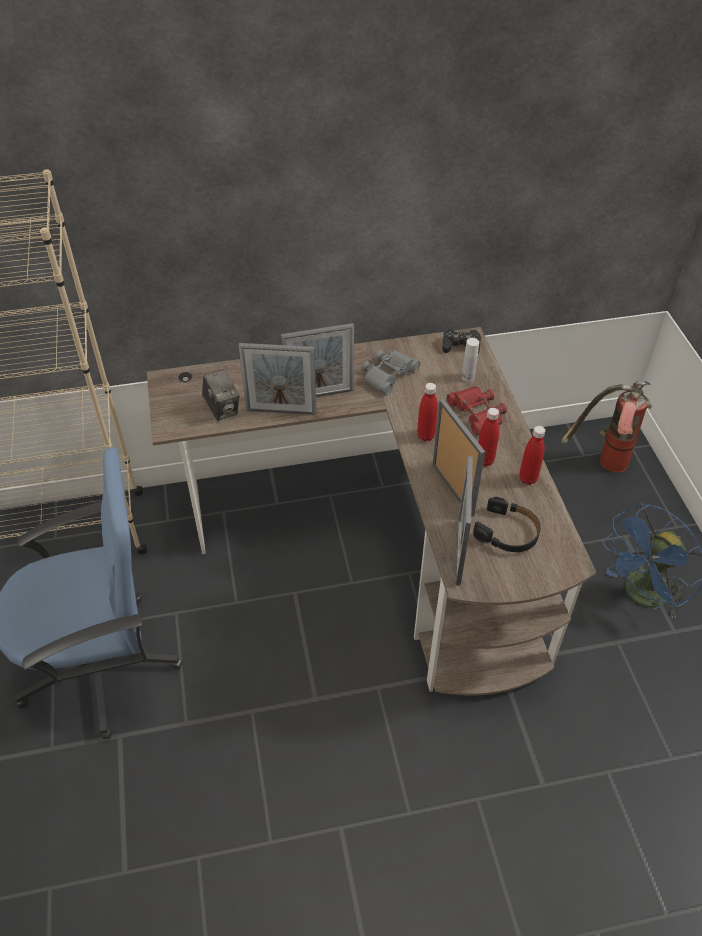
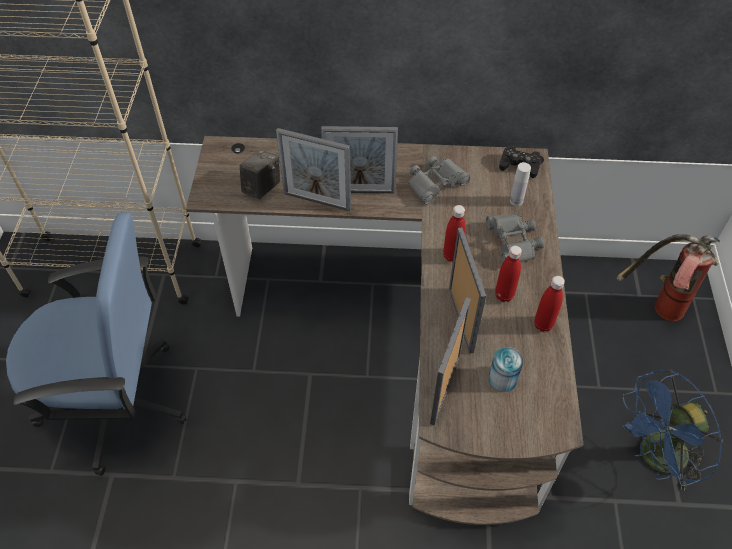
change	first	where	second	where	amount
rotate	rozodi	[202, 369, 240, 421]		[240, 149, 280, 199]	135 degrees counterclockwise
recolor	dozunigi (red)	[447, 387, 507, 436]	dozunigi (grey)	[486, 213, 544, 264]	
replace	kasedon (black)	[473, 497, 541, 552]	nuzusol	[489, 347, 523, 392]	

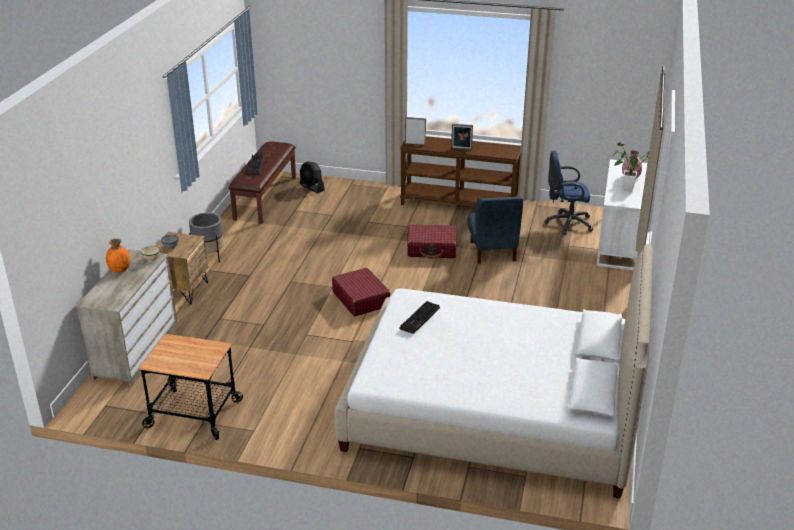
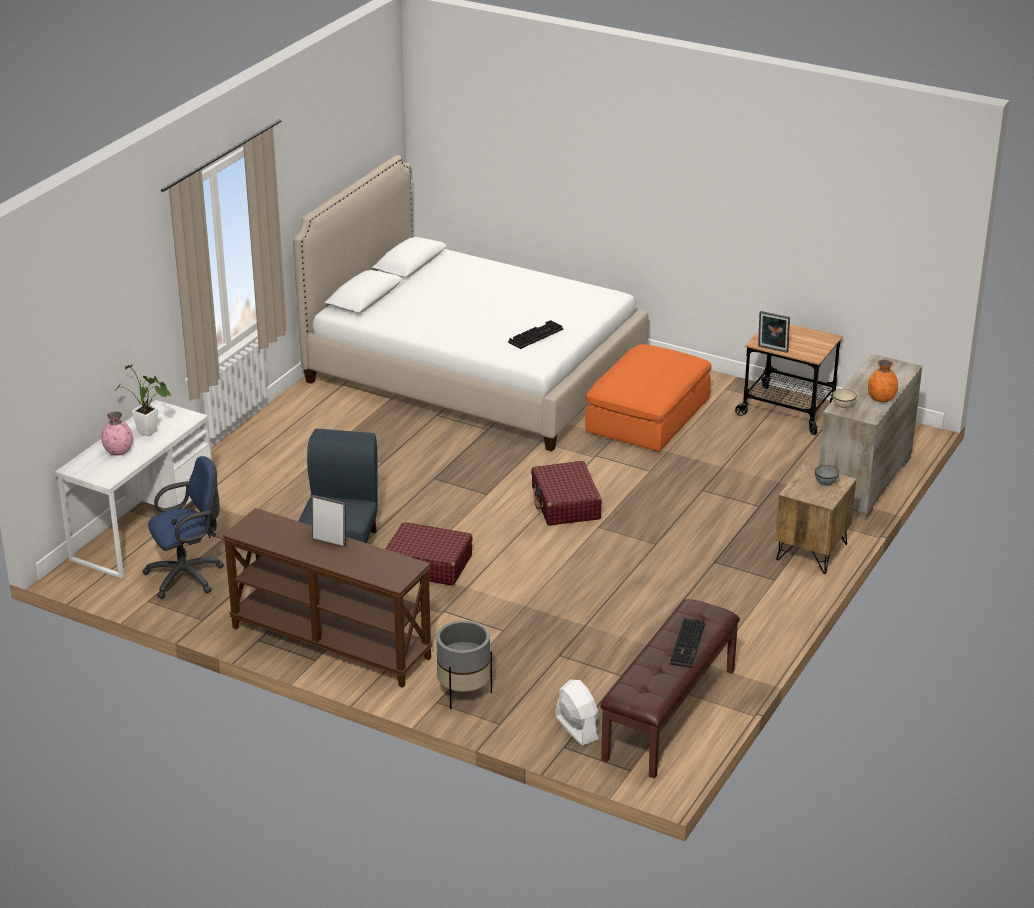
change	first	where	second	where	amount
move	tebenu	[405, 117, 426, 145]		[758, 311, 790, 353]	
rotate	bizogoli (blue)	[544, 150, 593, 235]		[142, 456, 224, 599]	45 degrees counterclockwise
recolor	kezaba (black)	[300, 161, 325, 193]	kezaba (white)	[555, 680, 598, 745]	
move	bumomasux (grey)	[189, 213, 224, 263]		[436, 620, 492, 709]	
insert			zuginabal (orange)	[585, 344, 711, 452]	

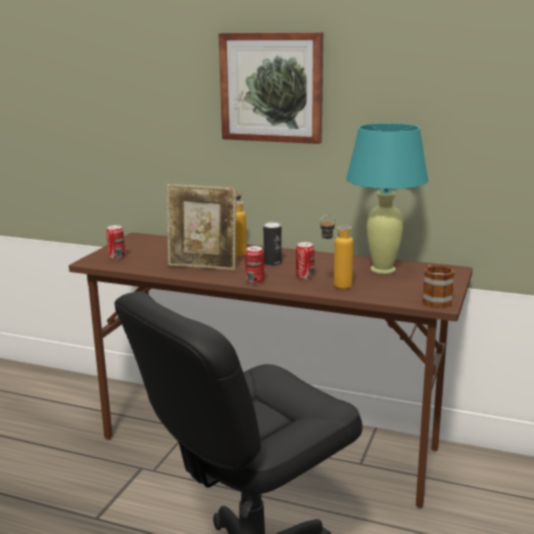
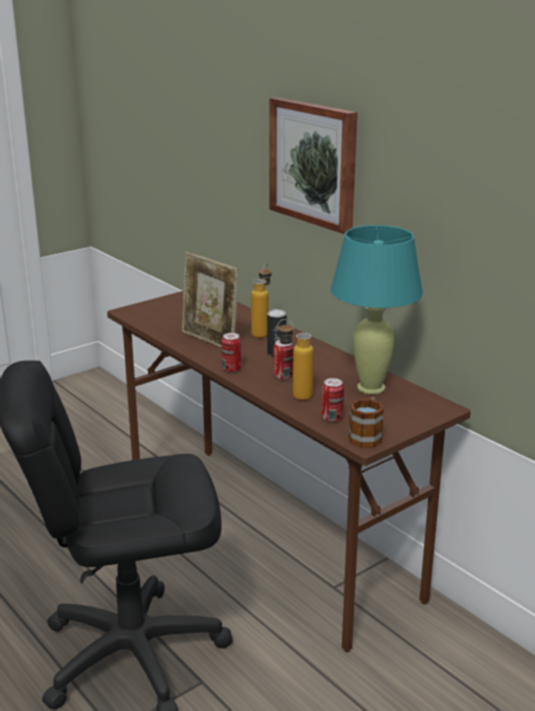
change	first	where	second	where	amount
move	nuzusol	[106, 225, 125, 260]		[322, 378, 344, 422]	

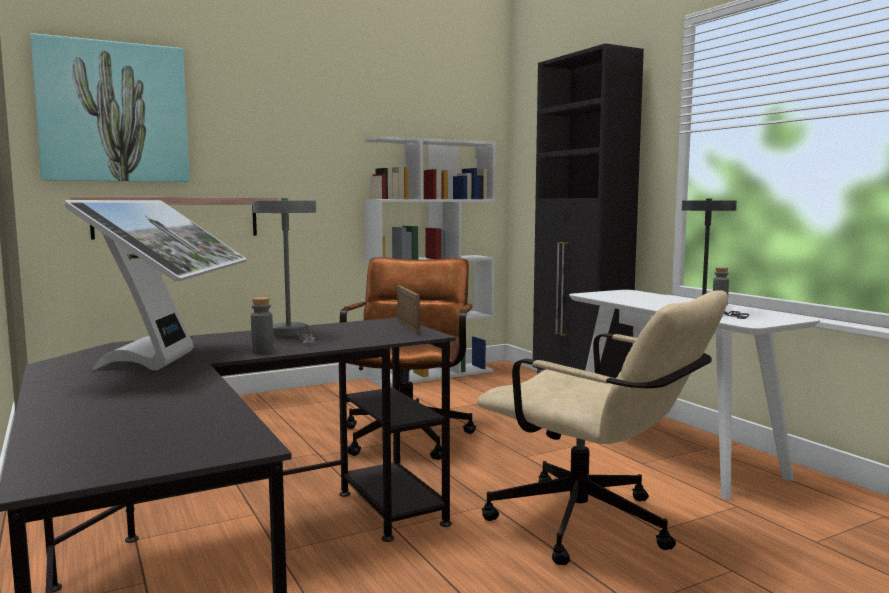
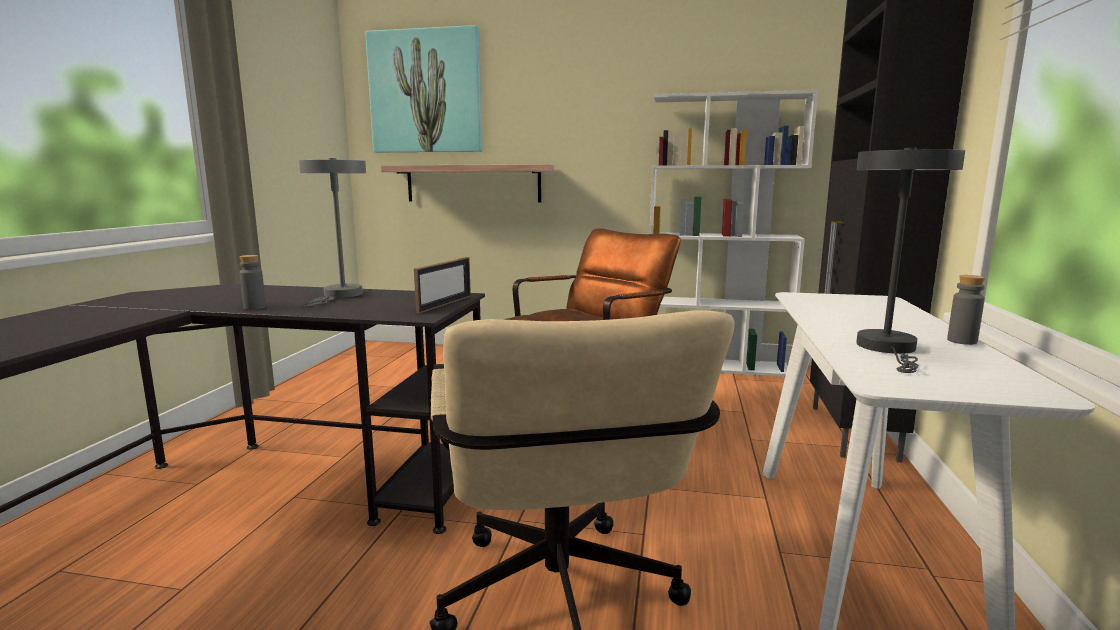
change	first	where	second	where	amount
delete	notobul	[63, 200, 247, 371]			

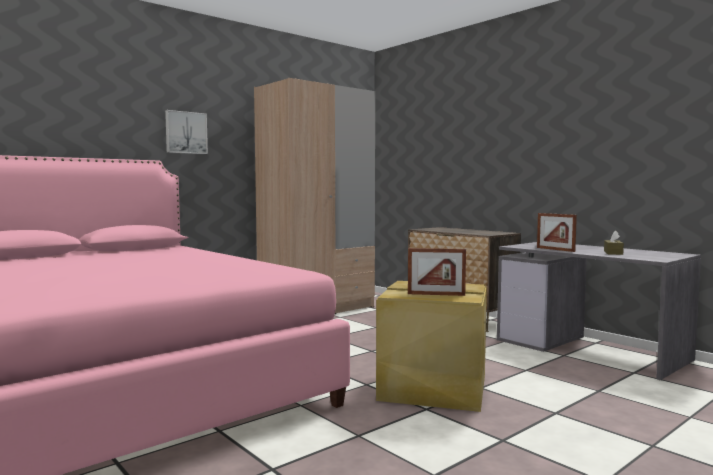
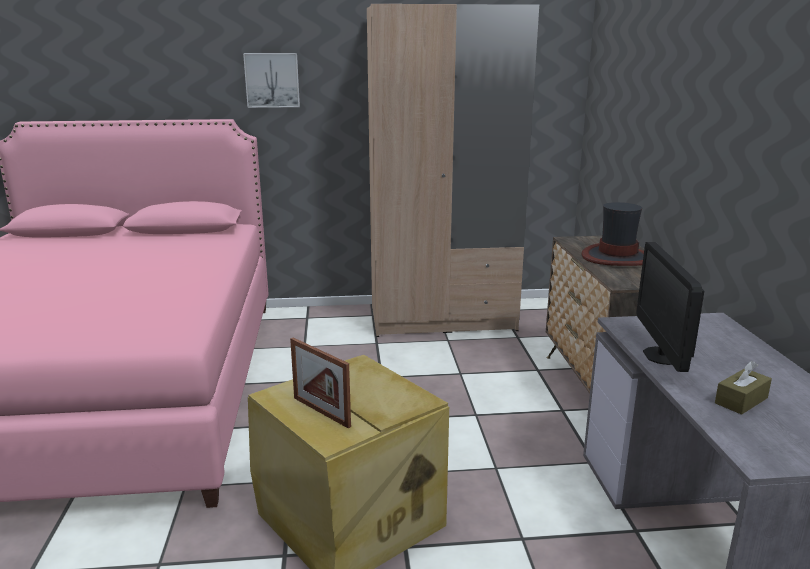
change	first	where	second	where	amount
replace	tebenu	[537, 213, 577, 252]	notobul	[636, 242, 704, 372]	
insert			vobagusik	[581, 202, 644, 266]	

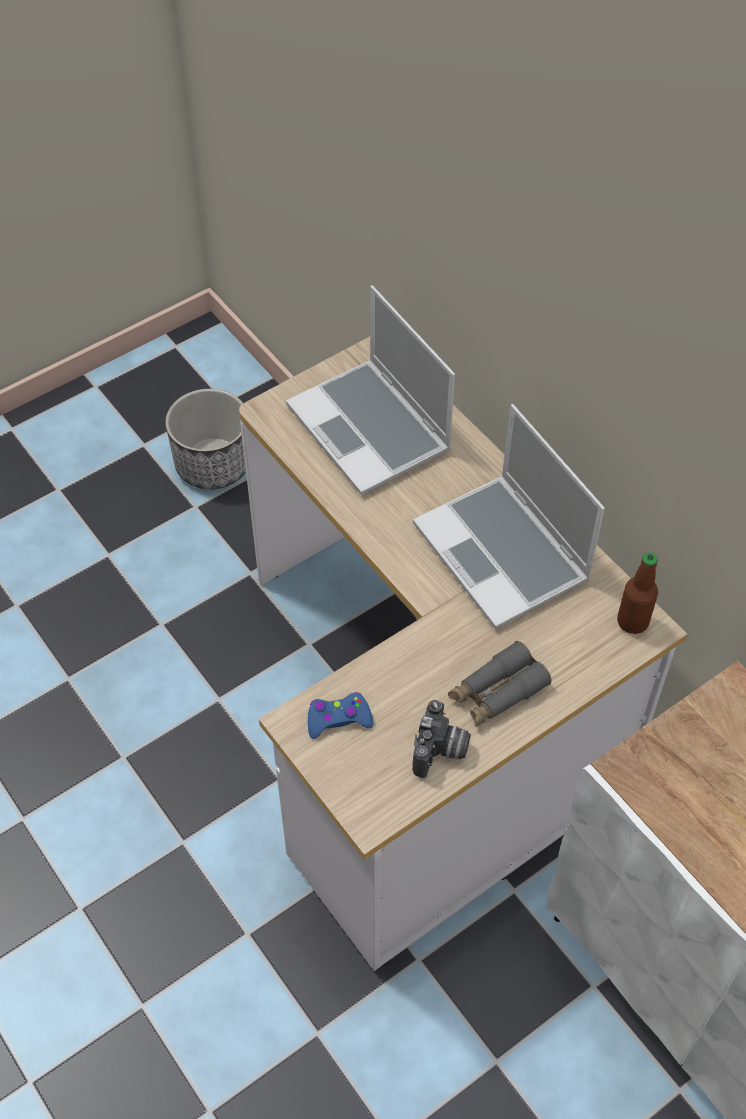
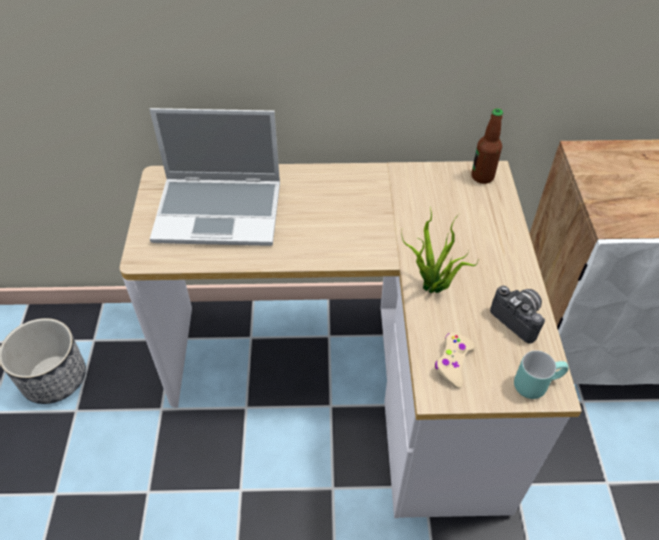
change	first	where	second	where	amount
delete	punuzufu	[413, 404, 605, 629]			
delete	dozunigi (grey)	[448, 641, 551, 727]			
recolor	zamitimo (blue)	[308, 692, 374, 739]	zamitimo (beige)	[435, 333, 476, 388]	
insert			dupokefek	[402, 207, 478, 293]	
insert			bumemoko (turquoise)	[514, 350, 569, 399]	

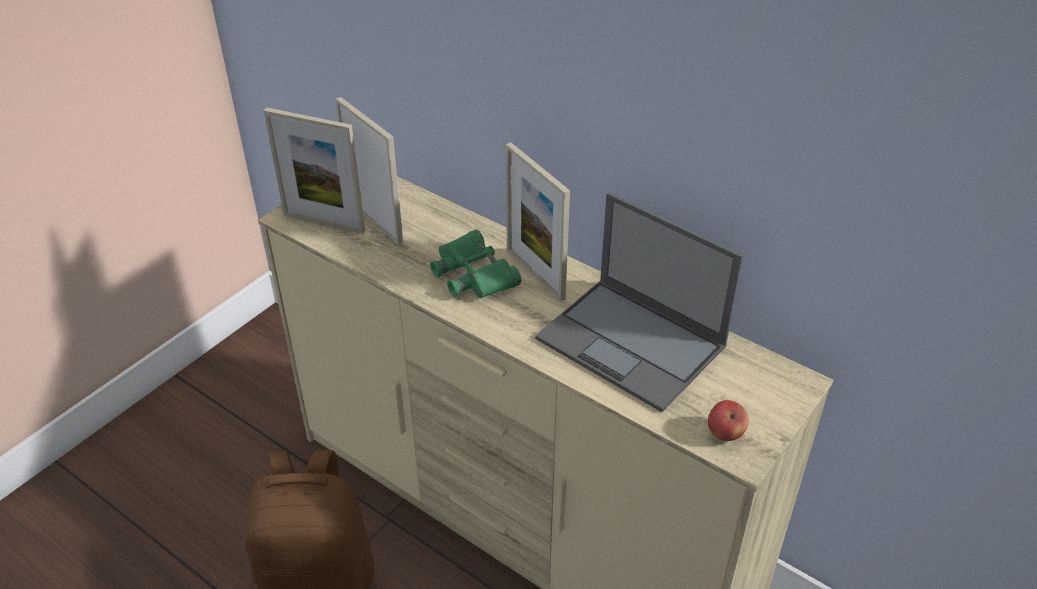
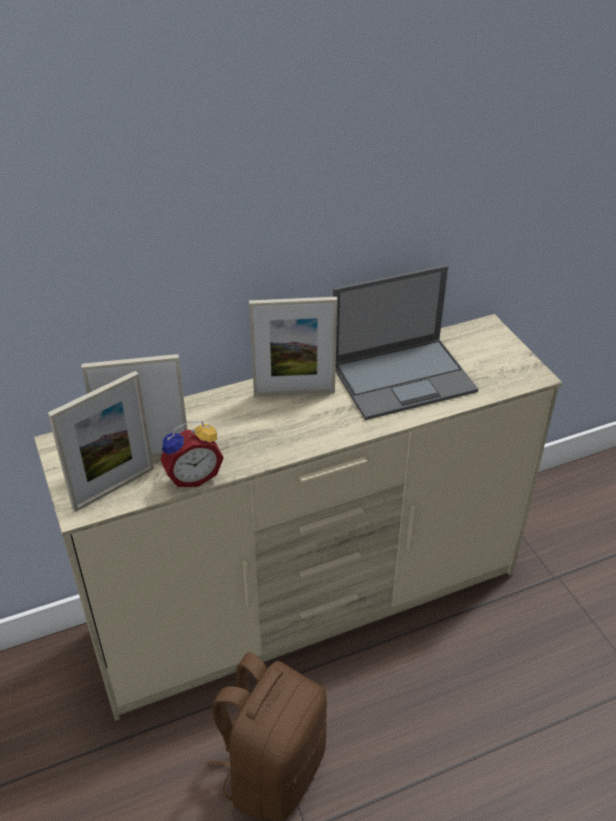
change	first	where	second	where	amount
delete	dozunigi (green)	[430, 229, 521, 298]			
delete	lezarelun	[708, 400, 749, 441]			
insert			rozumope	[160, 421, 224, 487]	

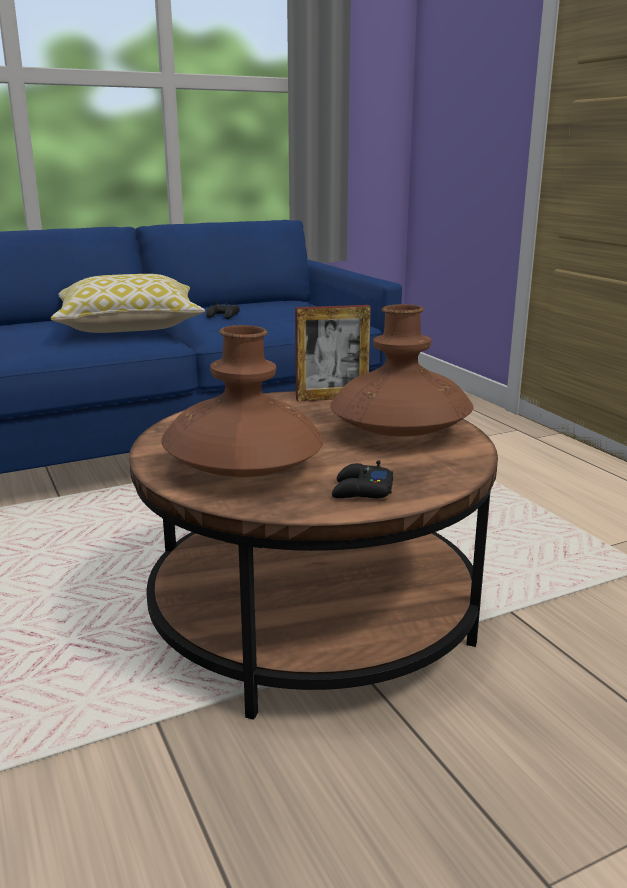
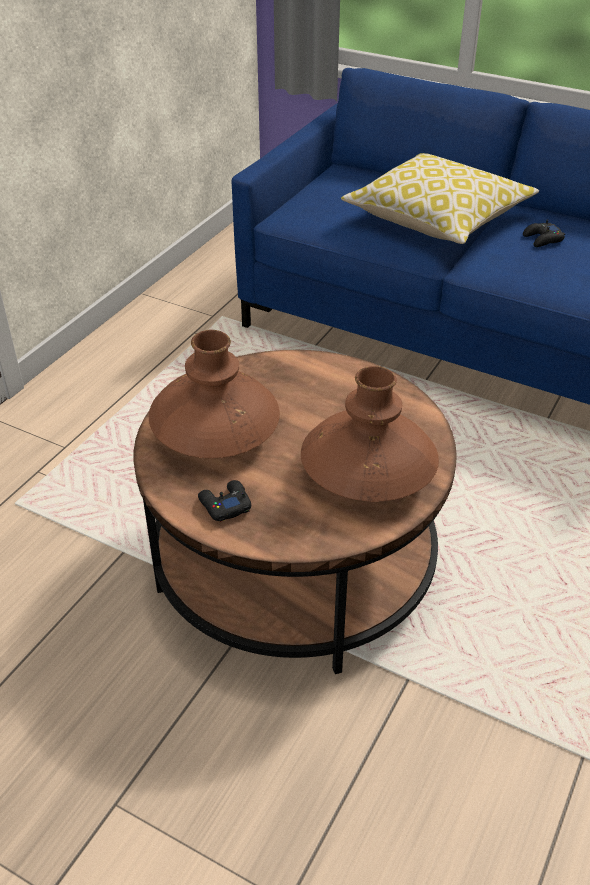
change	first	where	second	where	amount
delete	tebenu	[295, 305, 371, 402]			

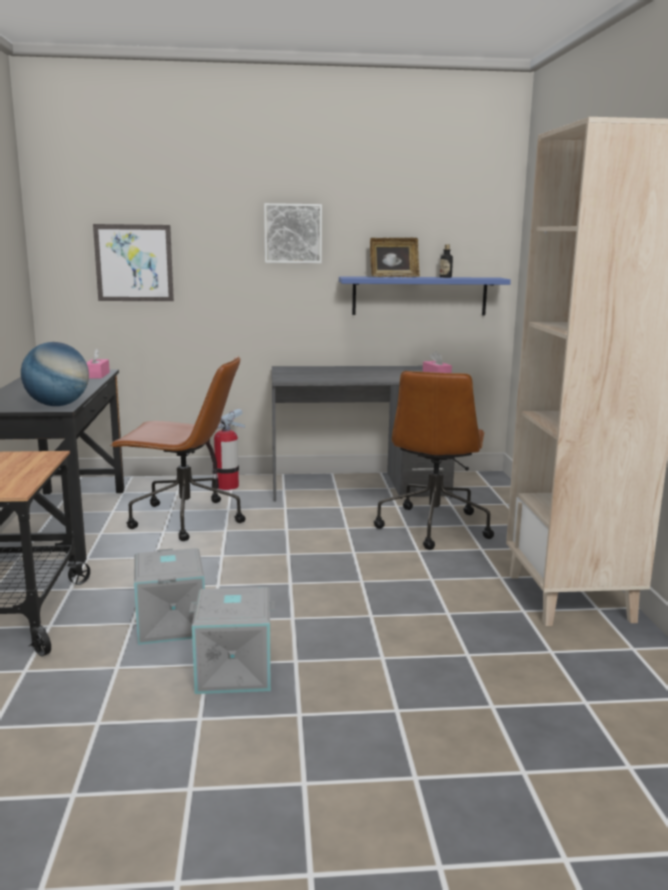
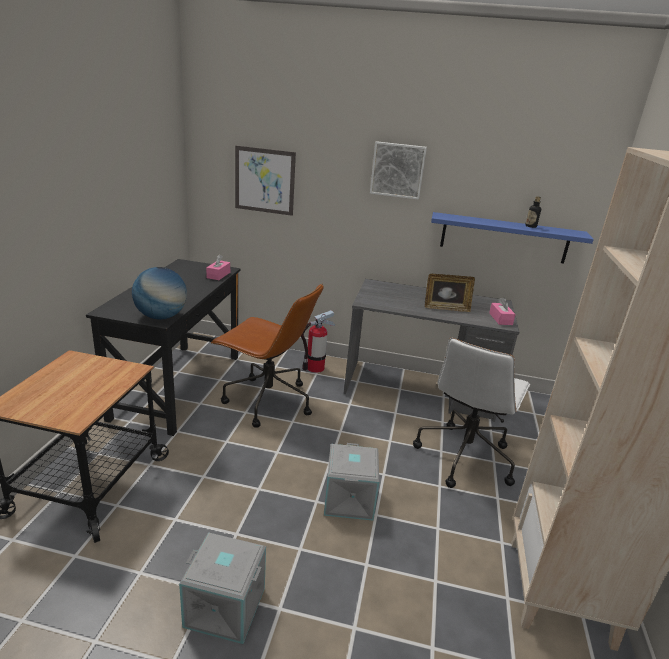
change	first	where	second	where	amount
move	tebenu	[370, 238, 420, 277]		[425, 274, 475, 312]	
recolor	bizogoli (brown)	[374, 371, 494, 550]	bizogoli (white)	[413, 338, 530, 488]	
move	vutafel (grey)	[134, 548, 205, 645]		[324, 443, 379, 521]	

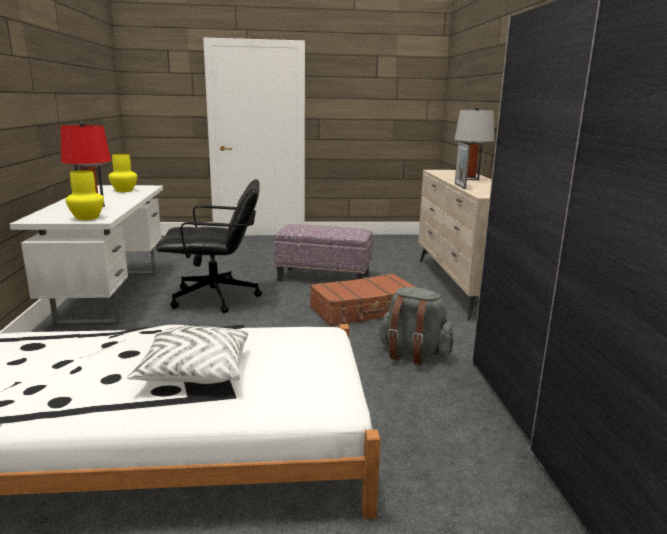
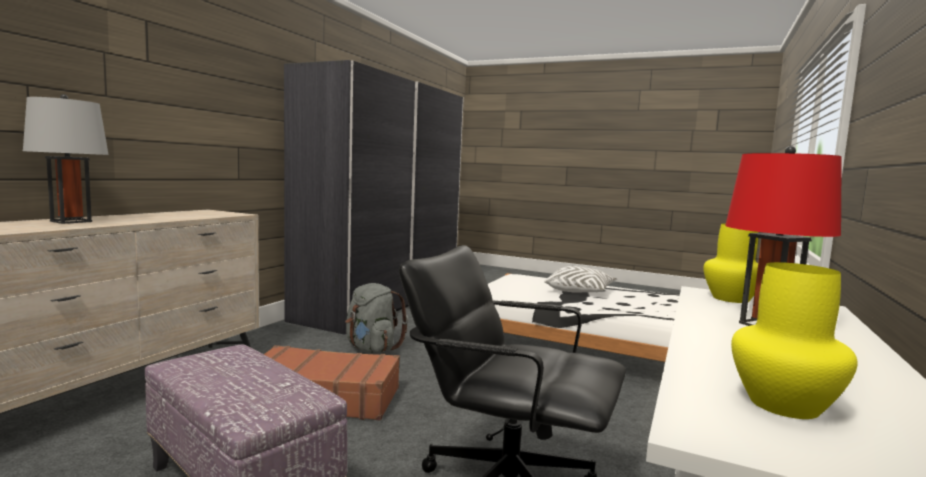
change	first	where	second	where	amount
delete	tebenu	[455, 143, 470, 189]			

